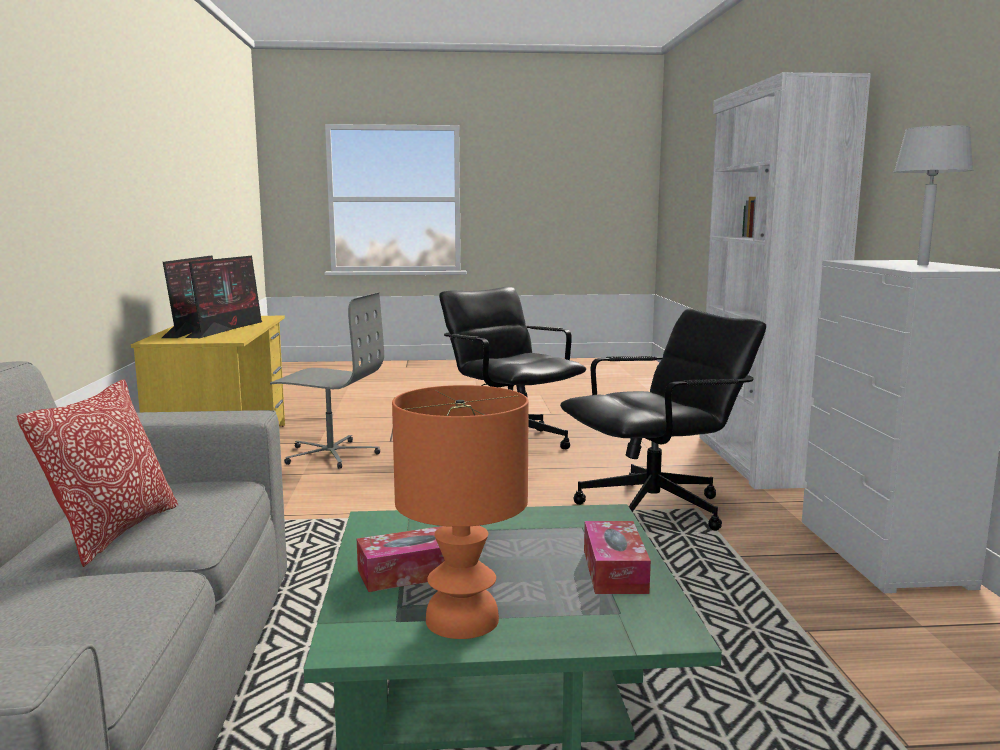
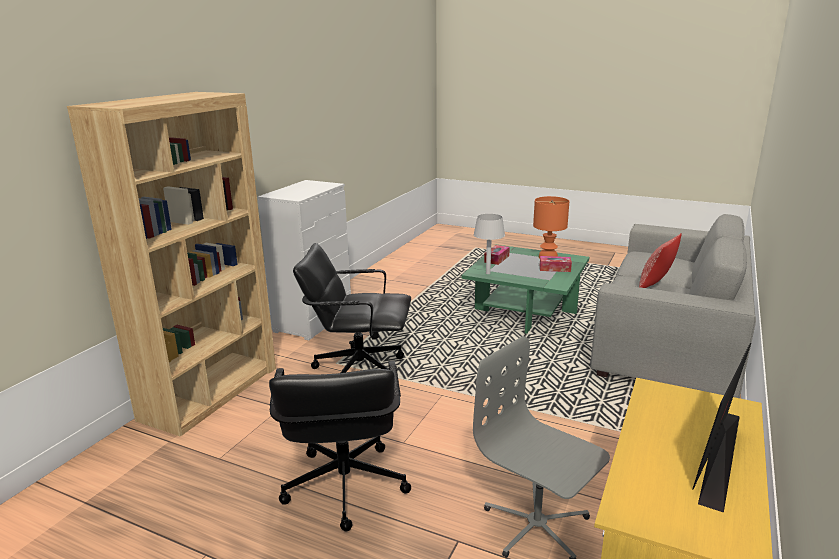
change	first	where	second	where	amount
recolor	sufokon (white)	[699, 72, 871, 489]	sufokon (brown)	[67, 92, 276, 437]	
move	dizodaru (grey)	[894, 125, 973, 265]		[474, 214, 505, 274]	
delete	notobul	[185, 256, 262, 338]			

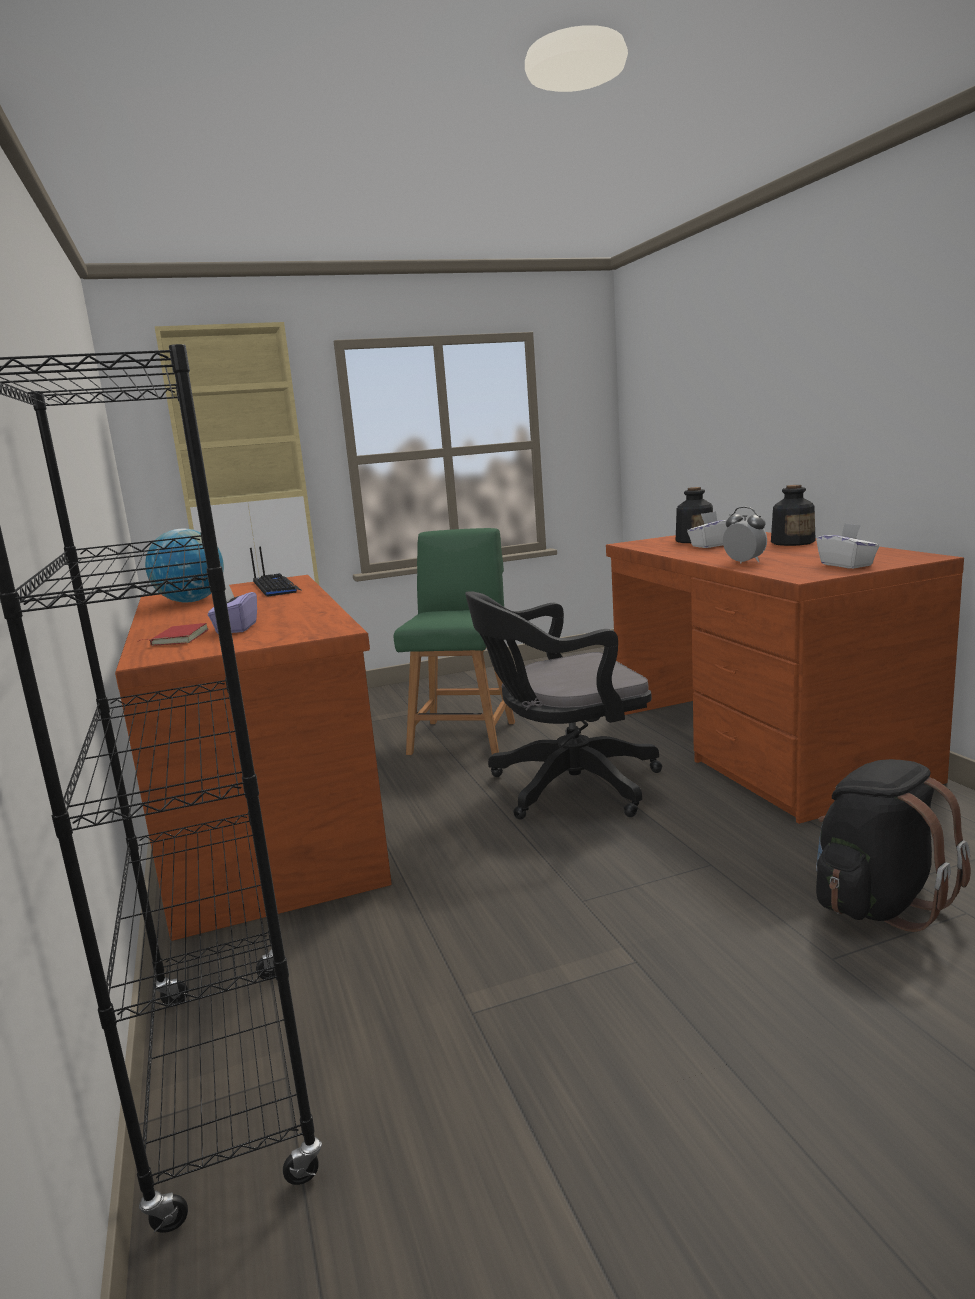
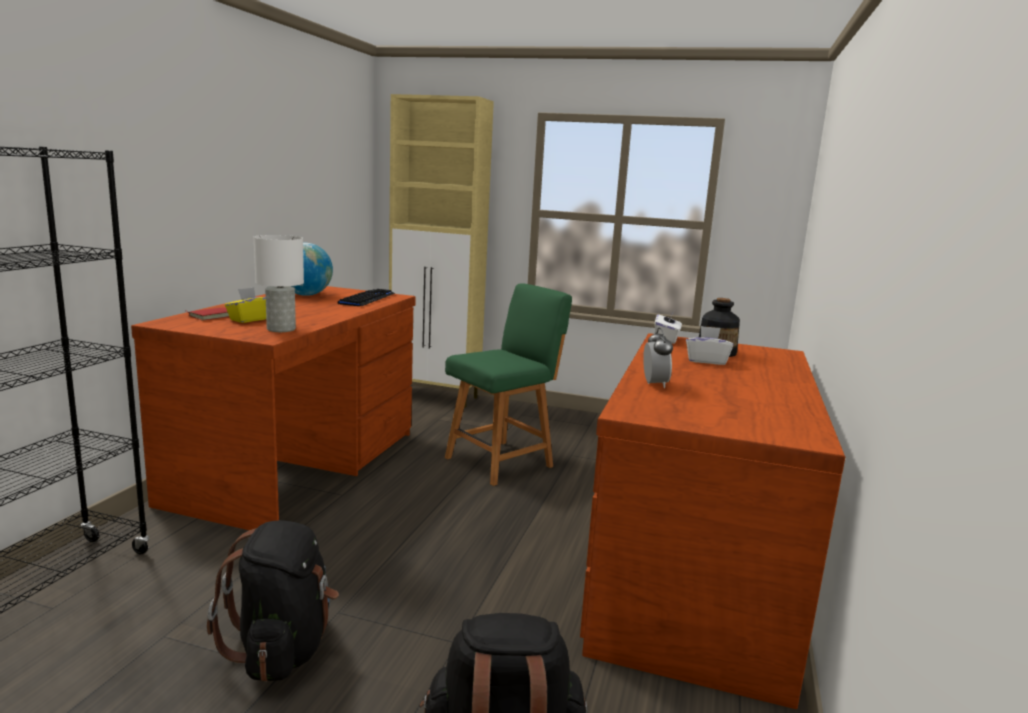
change	first	where	second	where	amount
delete	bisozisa	[771, 485, 816, 546]			
move	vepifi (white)	[816, 523, 879, 569]		[655, 310, 682, 344]	
recolor	vepifi (purple)	[208, 584, 257, 633]	vepifi (yellow)	[225, 287, 266, 323]	
delete	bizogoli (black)	[465, 592, 662, 819]			
insert			dizodaru (white)	[254, 235, 304, 332]	
insert			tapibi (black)	[207, 520, 339, 682]	

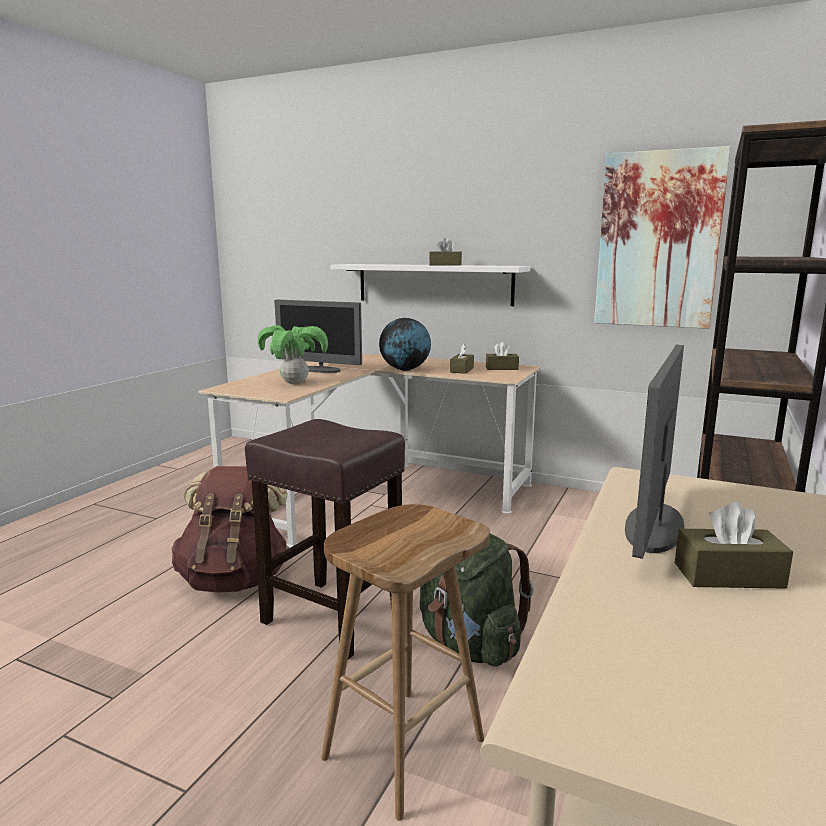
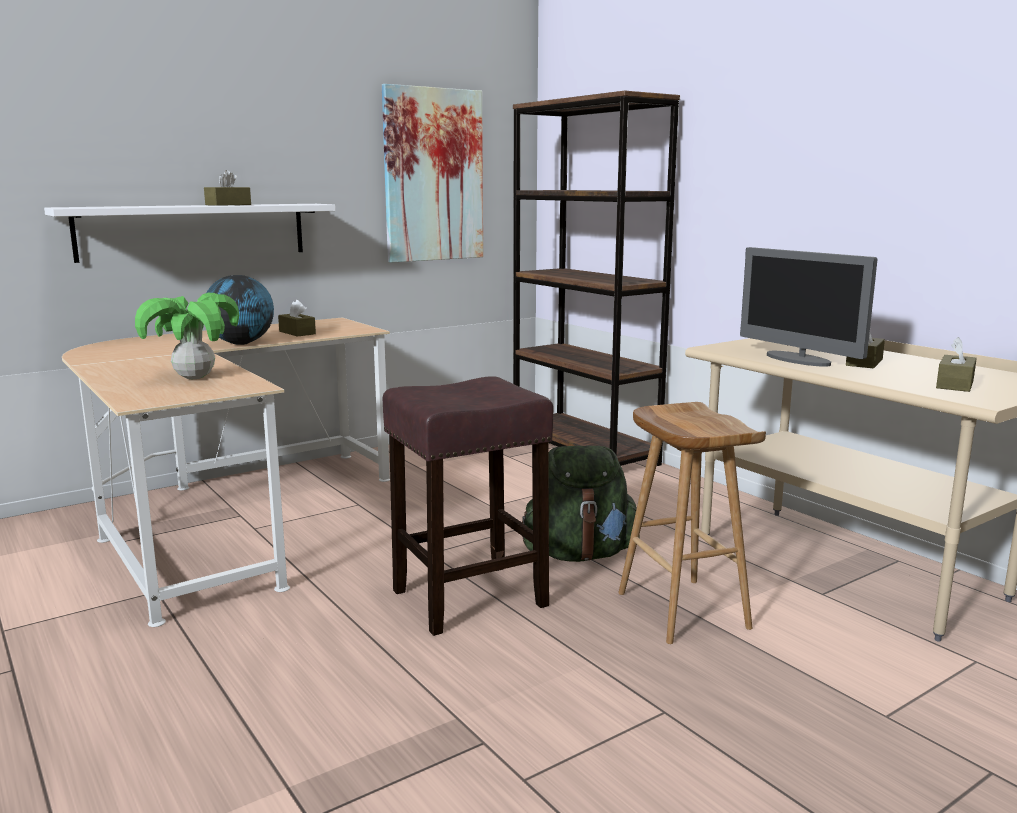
change	first	where	second	where	amount
delete	notobul	[274, 300, 362, 373]			
move	vepifi (brown)	[486, 342, 519, 370]		[936, 337, 977, 392]	
delete	tapibi (brown)	[171, 466, 289, 593]			

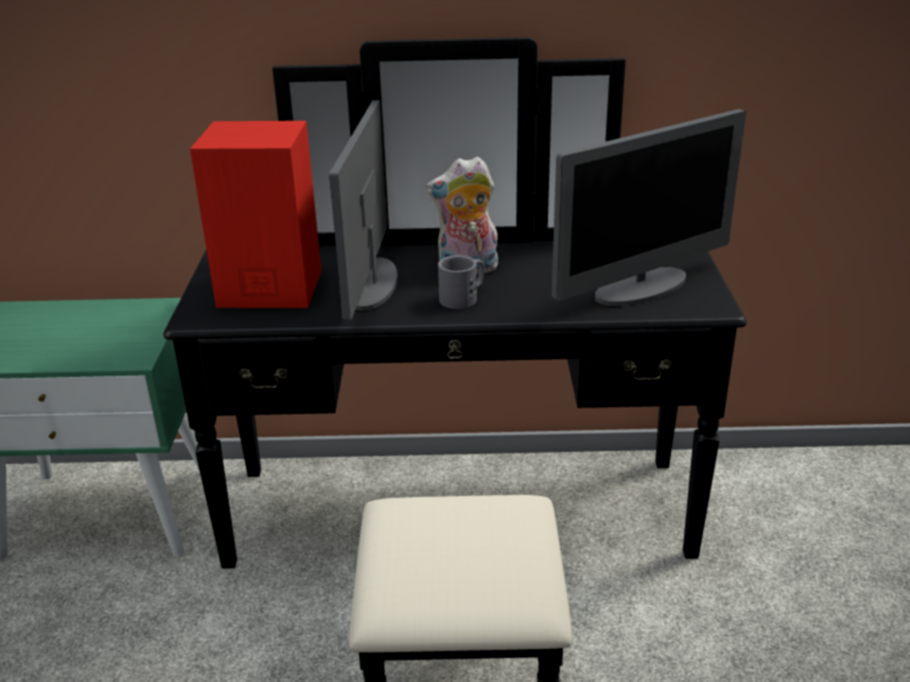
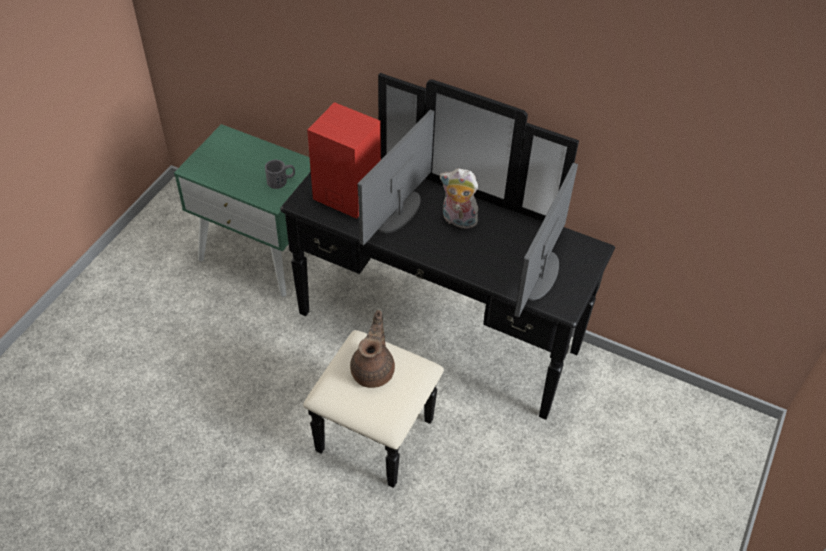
change	first	where	second	where	amount
rotate	notobul	[552, 109, 746, 306]		[514, 163, 578, 317]	120 degrees clockwise
move	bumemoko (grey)	[438, 255, 485, 309]		[265, 160, 295, 189]	
insert			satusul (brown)	[350, 310, 395, 388]	

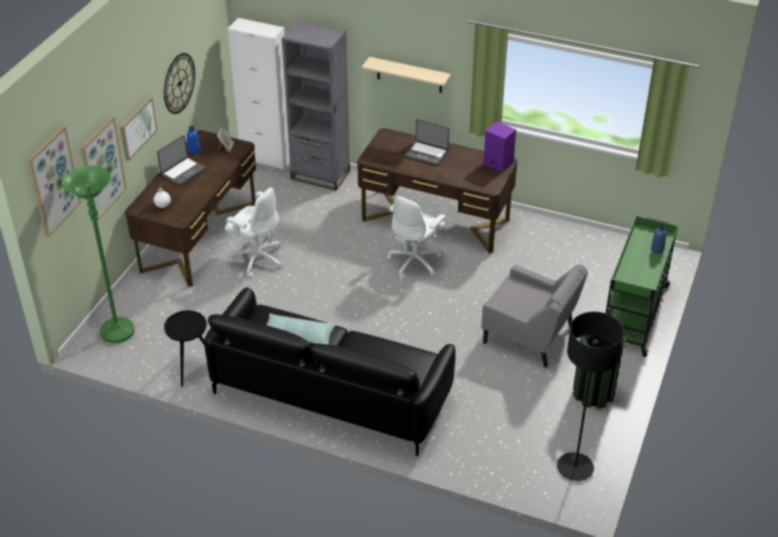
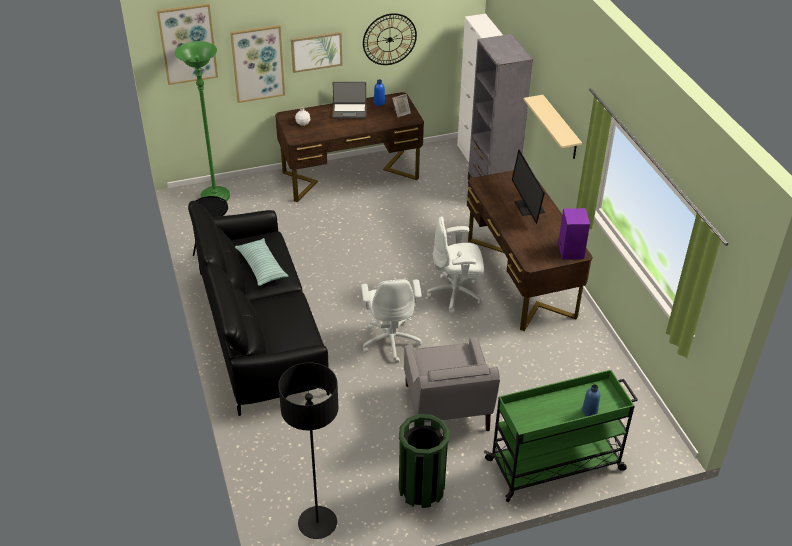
change	first	where	second	where	amount
replace	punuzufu	[405, 119, 449, 166]	notobul	[512, 150, 545, 224]	
move	bizogoli (white)	[225, 187, 282, 277]		[361, 279, 422, 363]	

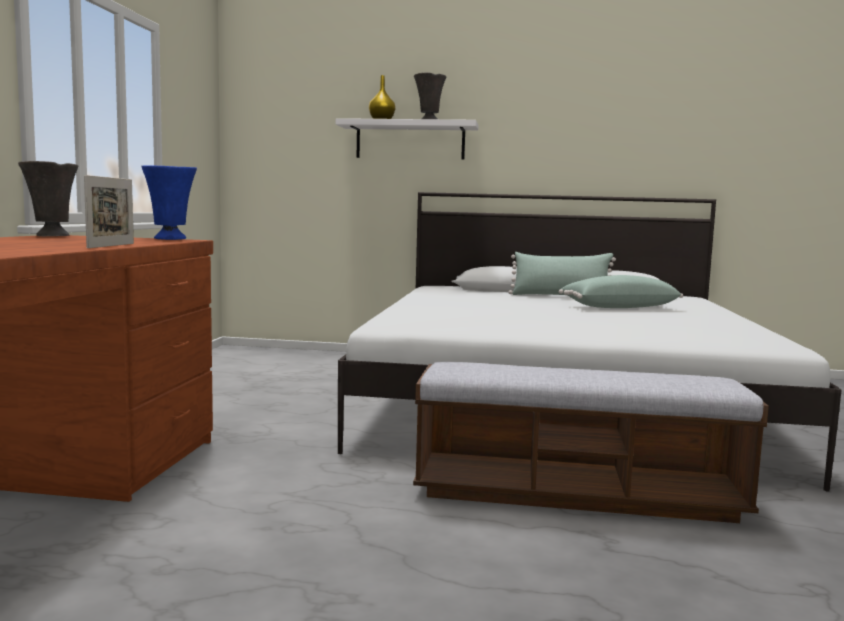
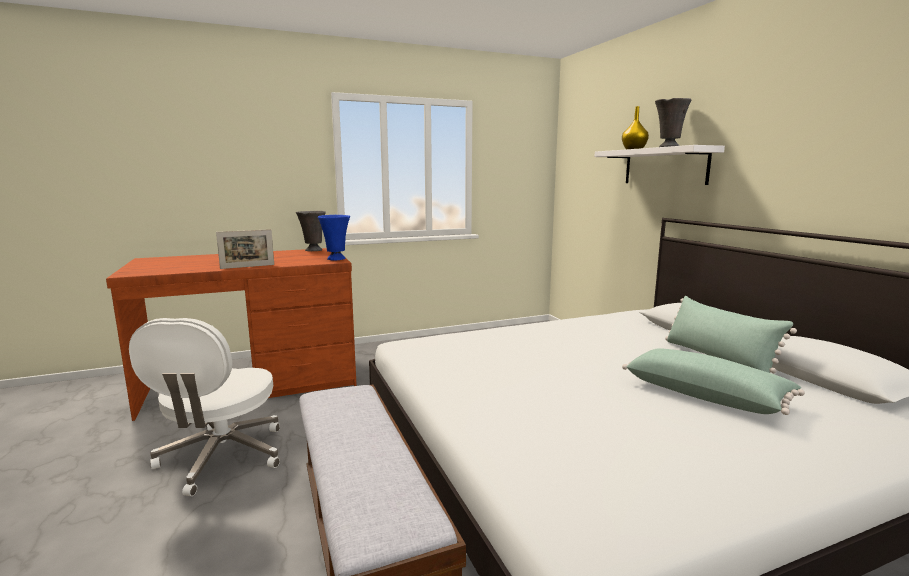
change	first	where	second	where	amount
insert			bizogoli (white)	[129, 318, 280, 496]	

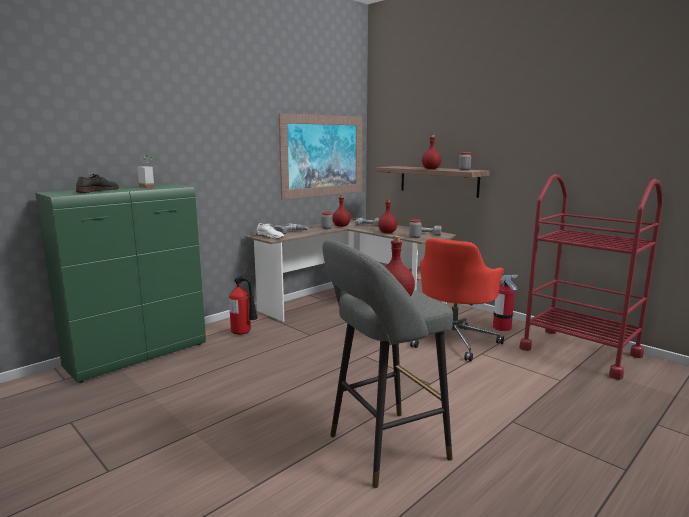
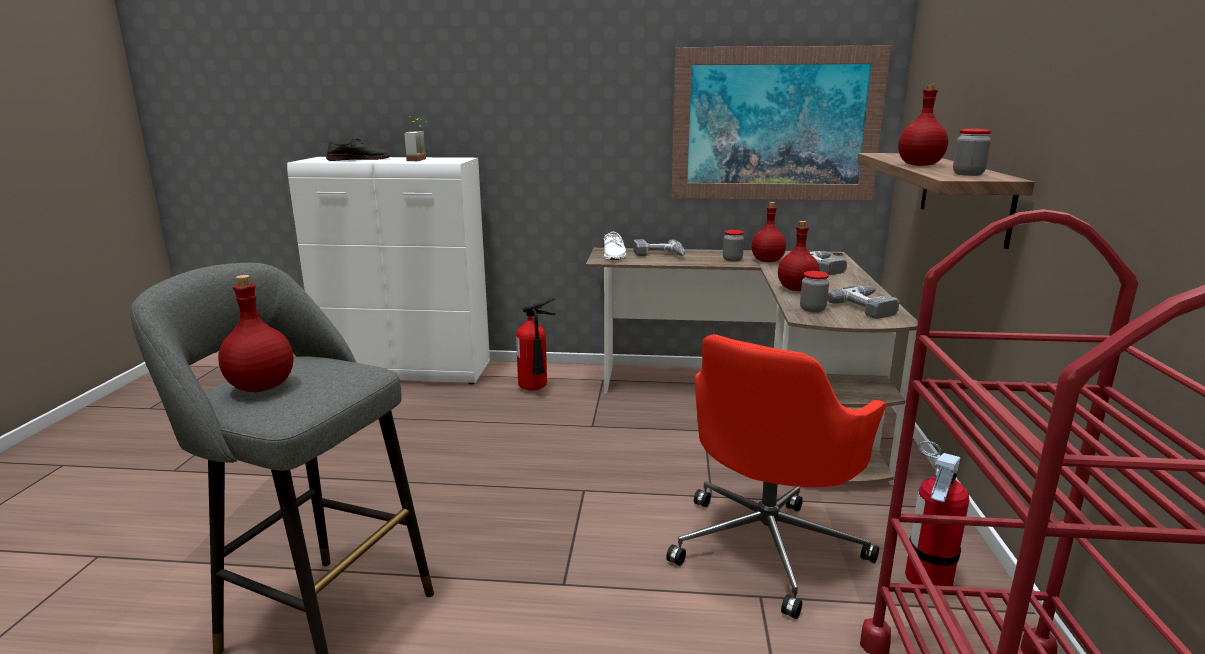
change	first	where	second	where	amount
recolor	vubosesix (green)	[35, 184, 206, 383]	vubosesix (white)	[287, 157, 490, 384]	
rotate	bizogoli (red)	[410, 238, 504, 361]		[666, 334, 887, 619]	45 degrees counterclockwise

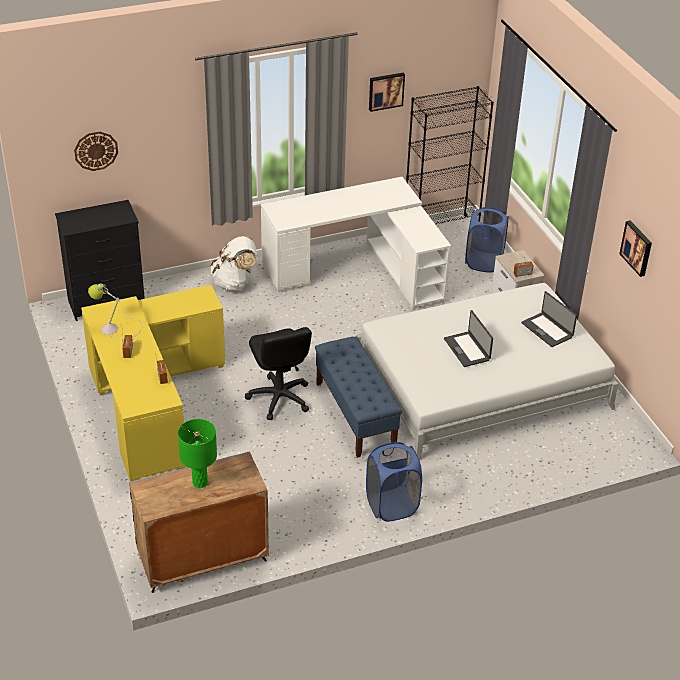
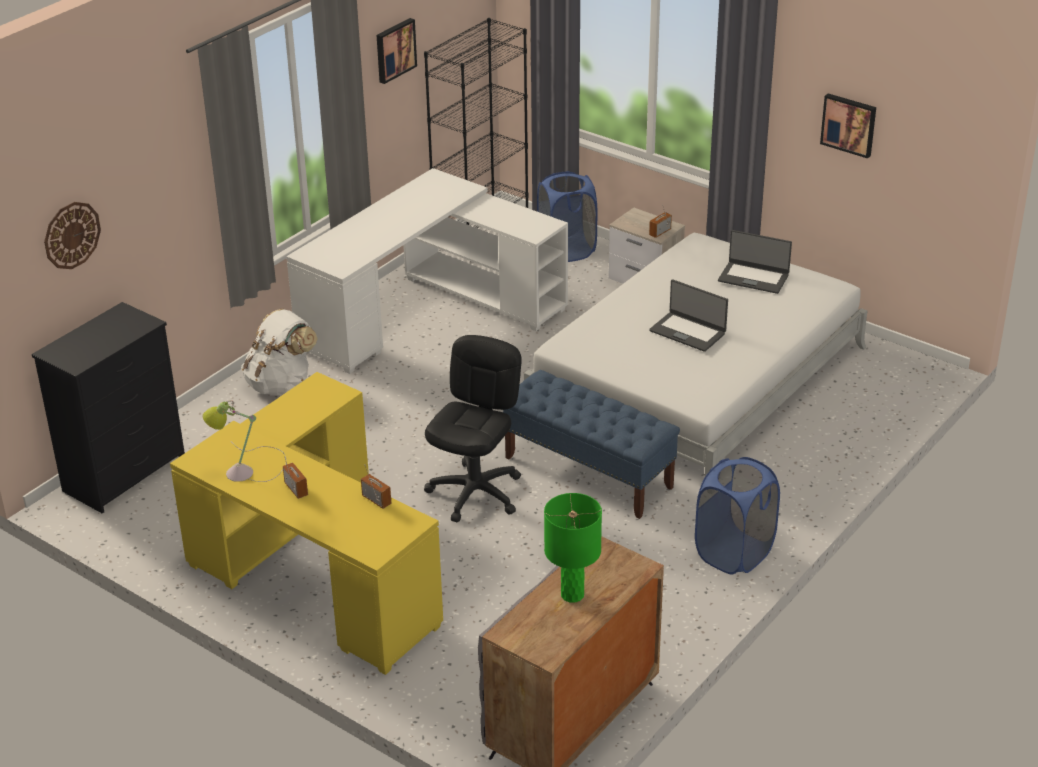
change	first	where	second	where	amount
rotate	bizogoli (black)	[245, 327, 312, 420]		[424, 335, 522, 522]	105 degrees counterclockwise

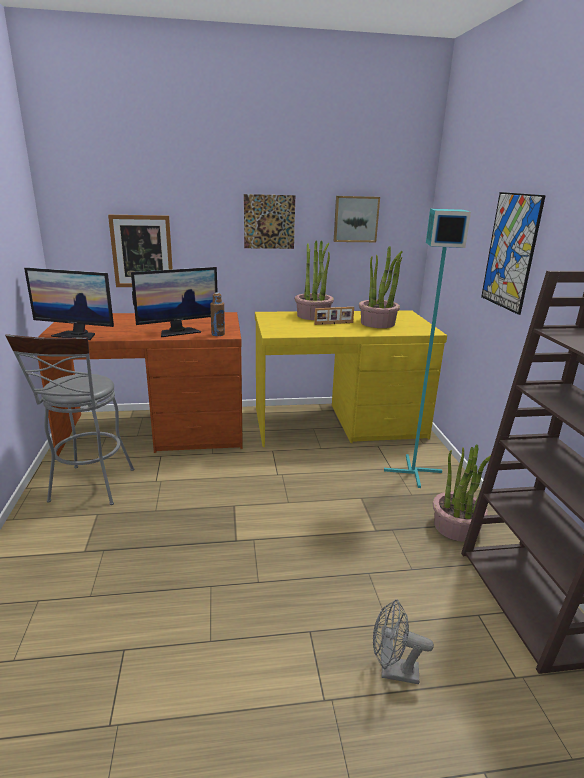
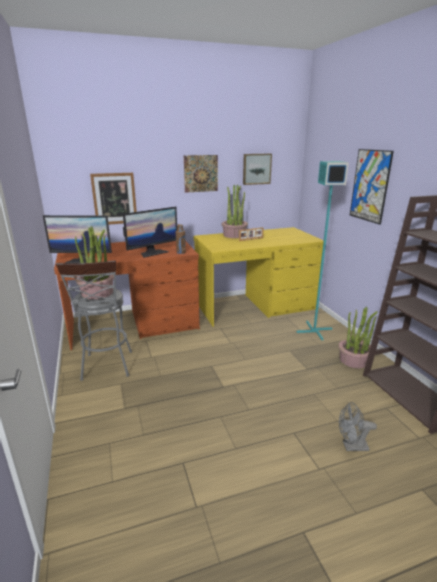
change	first	where	second	where	amount
move	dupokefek	[359, 246, 403, 328]		[75, 226, 114, 299]	

